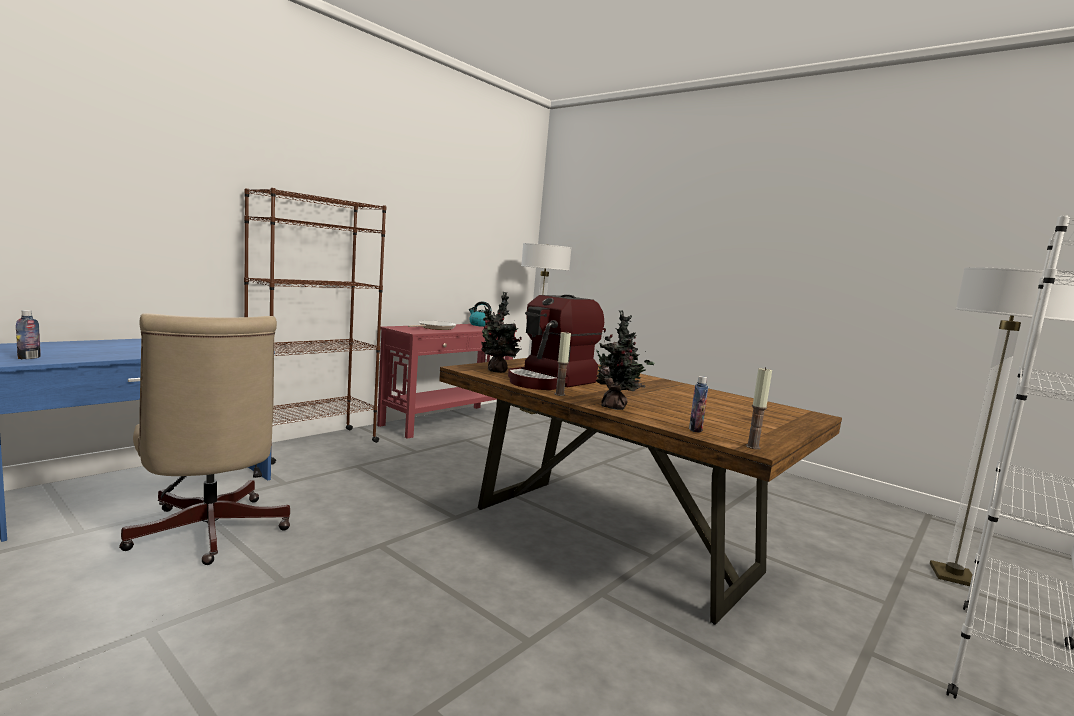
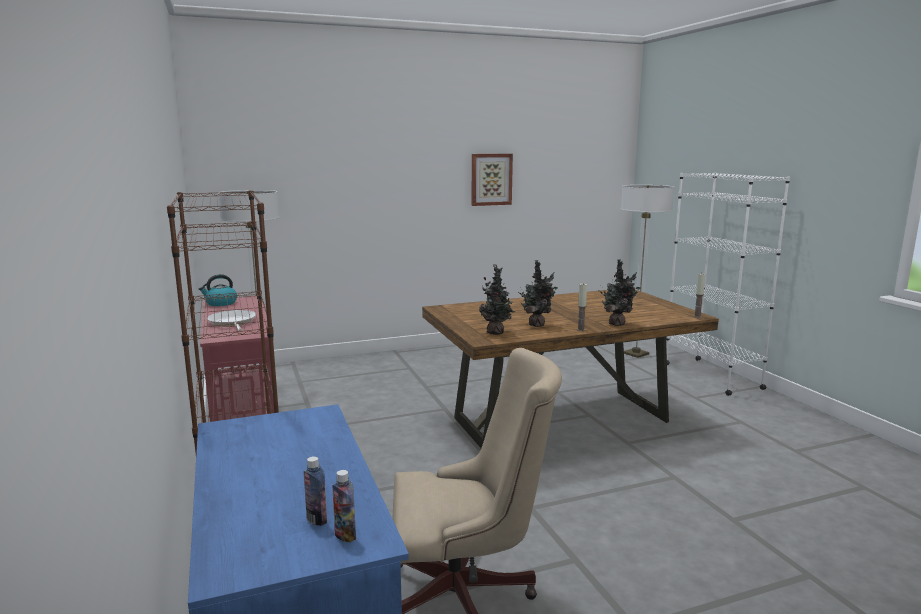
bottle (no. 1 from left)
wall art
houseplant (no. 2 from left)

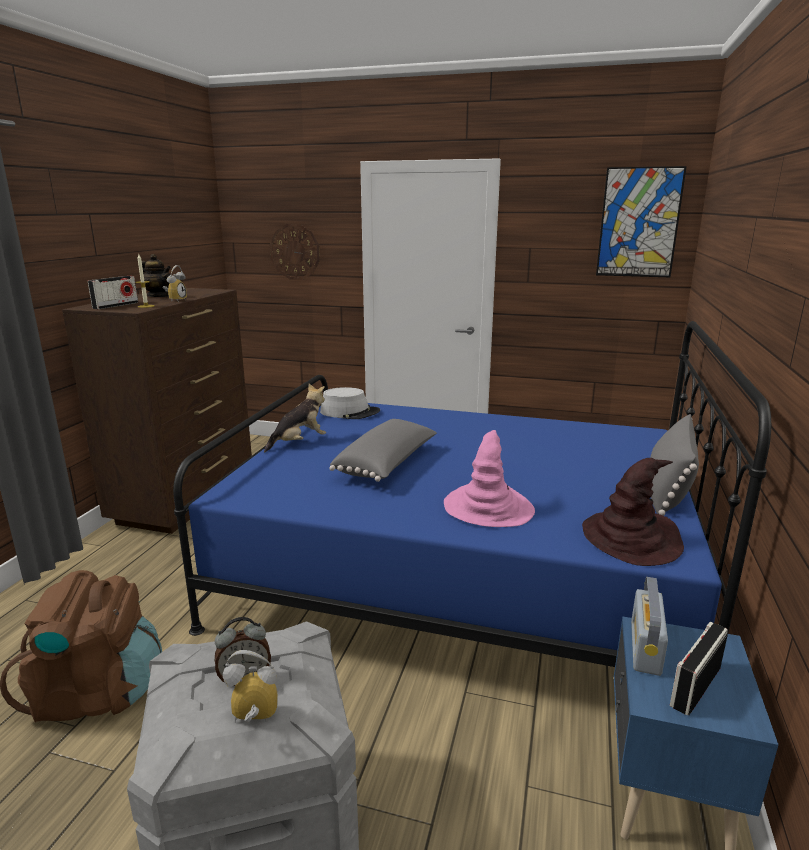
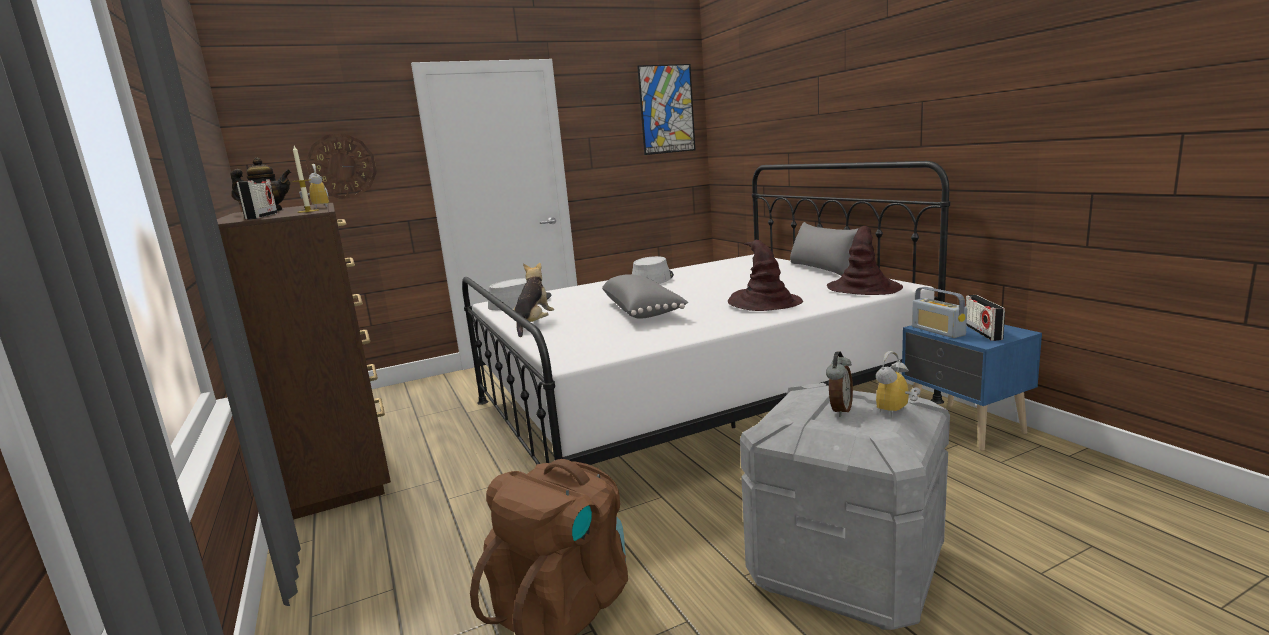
bedroom bed in white-coloured
clothing hat in greyish (no. 2 from left)
clothing hat in brown (no. 1 from left)

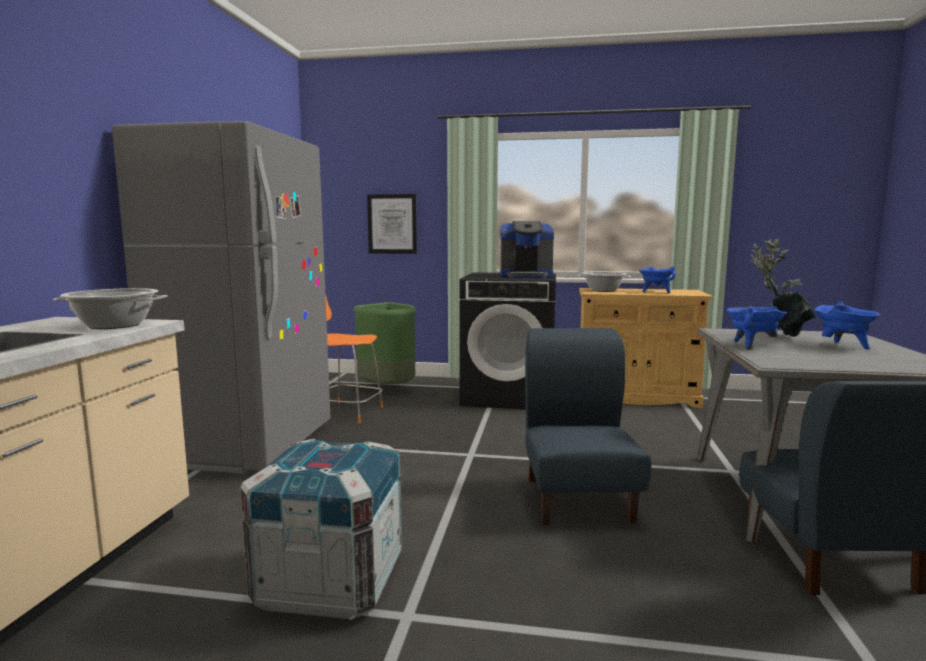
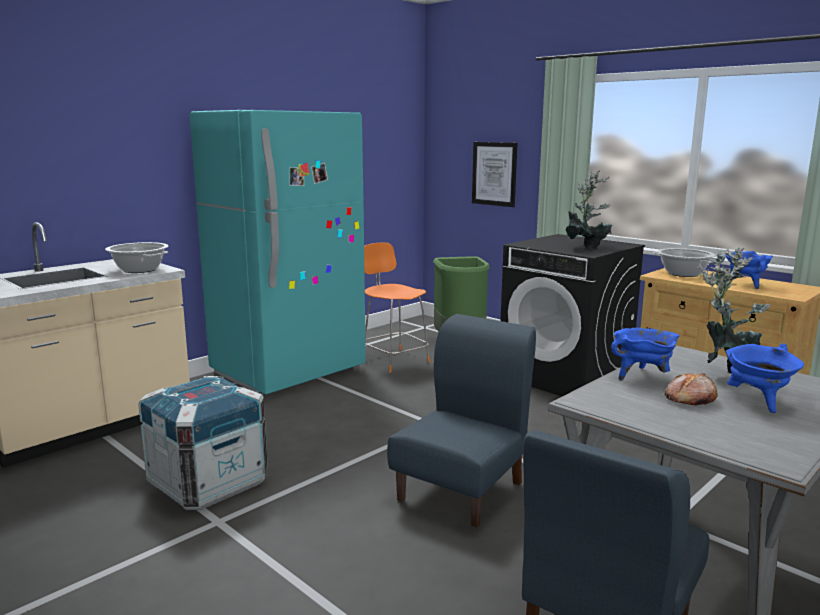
fridge in blue-green
houseplant (no. 1 from left)
bread

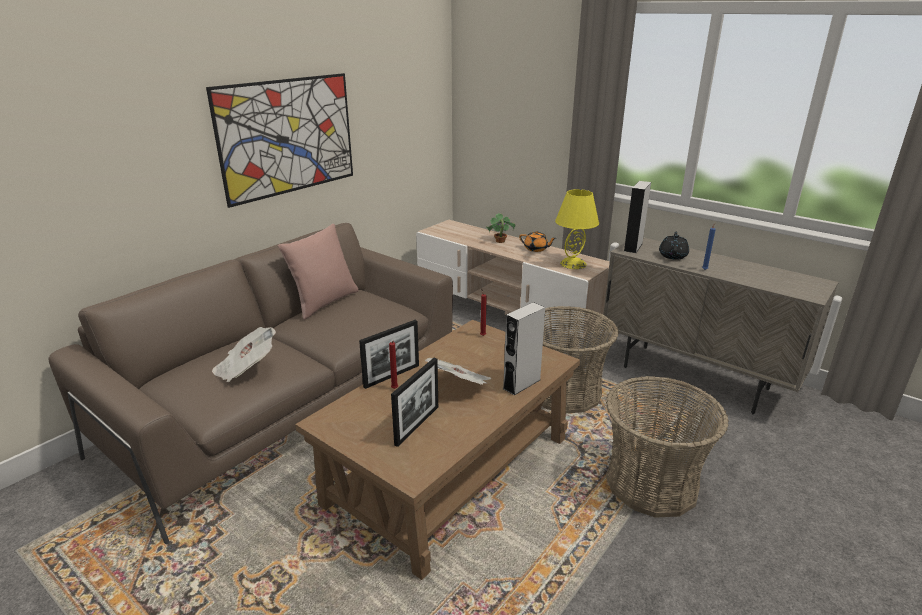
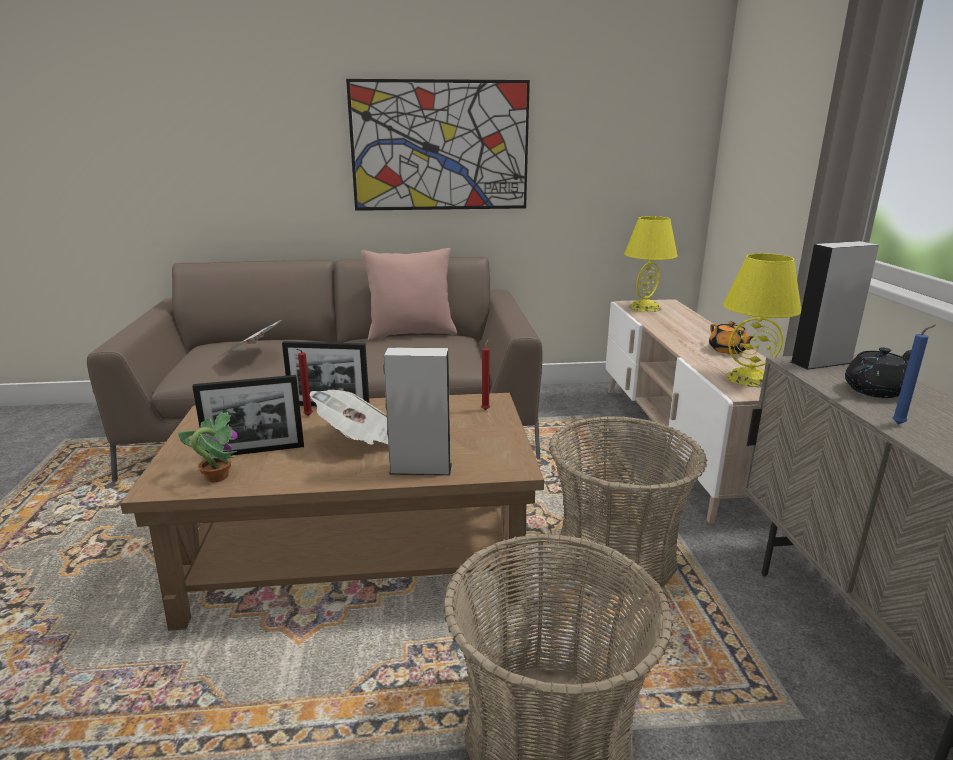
houseplant
table lamp in yellow (no. 1 from left)

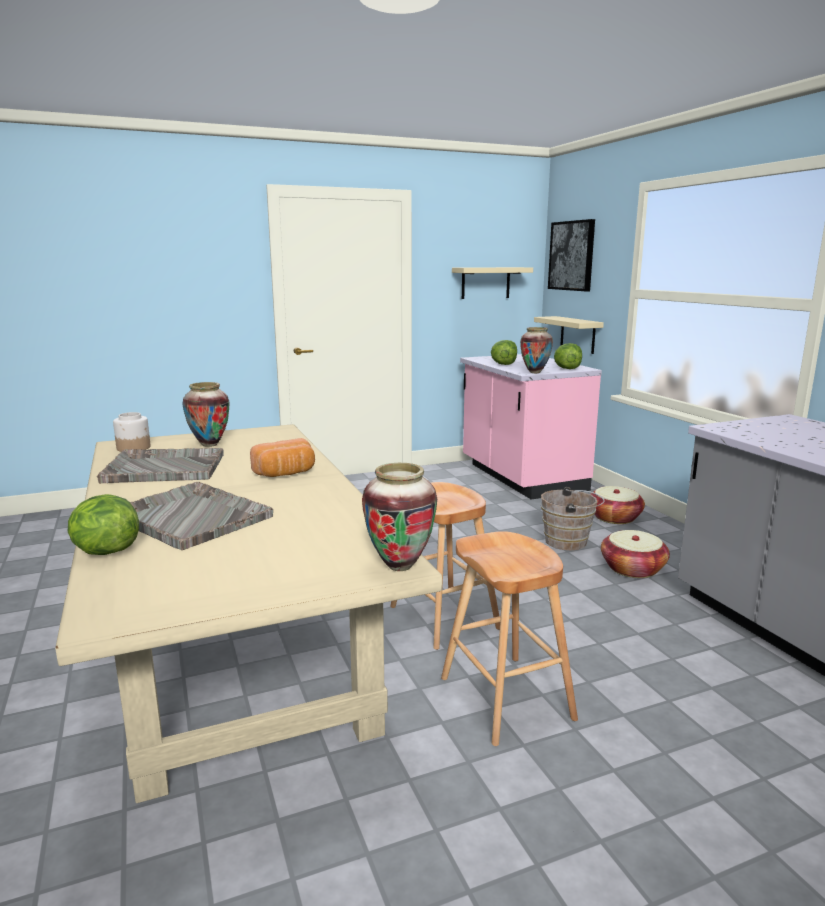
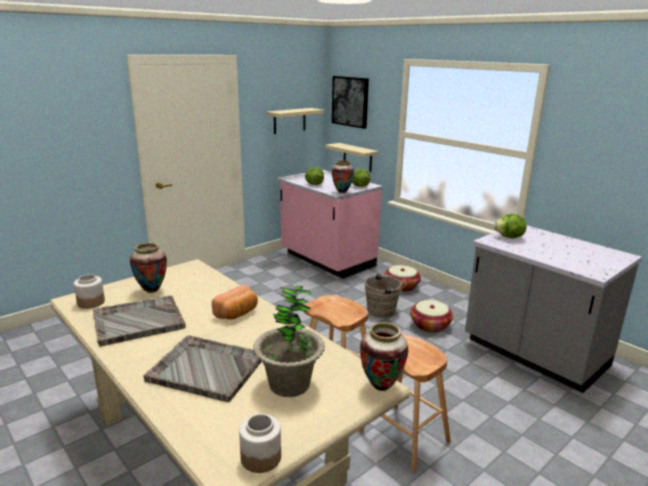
jar (no. 2 from left)
houseplant
head of lettuce (no. 3 from left)

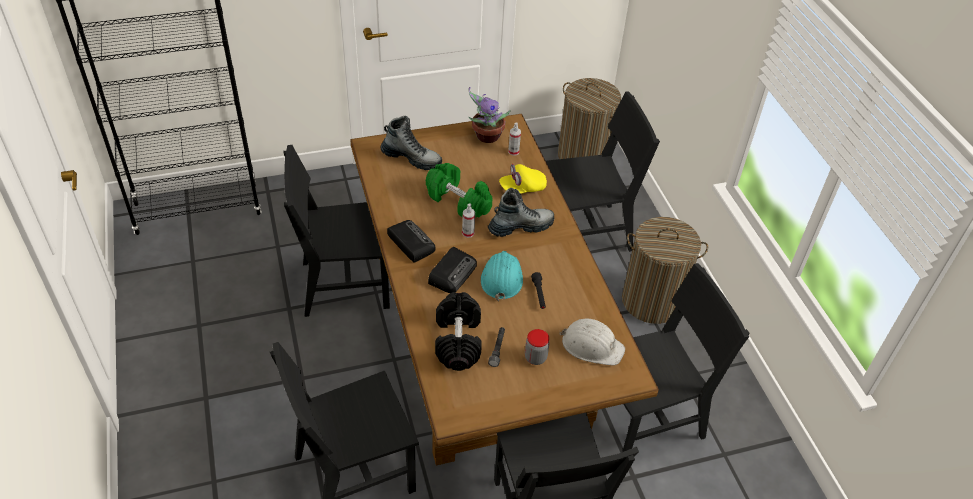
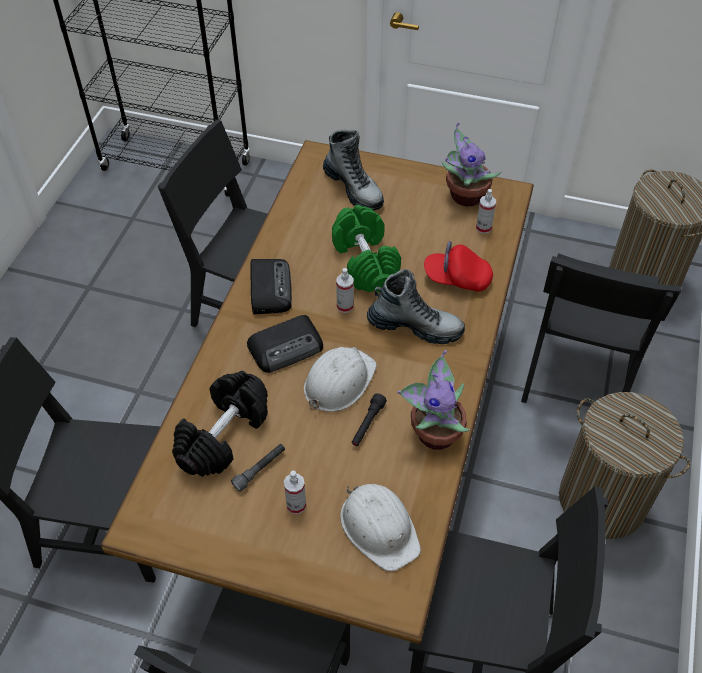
spray bottle (no. 1 from left)
hard hat in white-coloured (no. 1 from left)
houseplant (no. 1 from left)
baseball cap in reddish
chair in black (no. 5 from left)

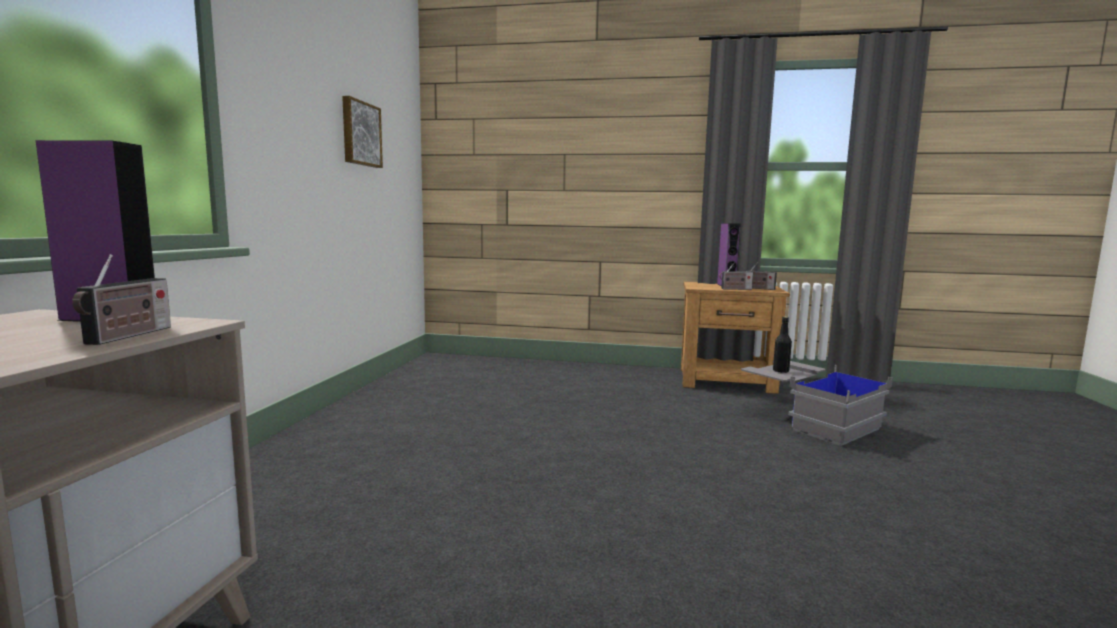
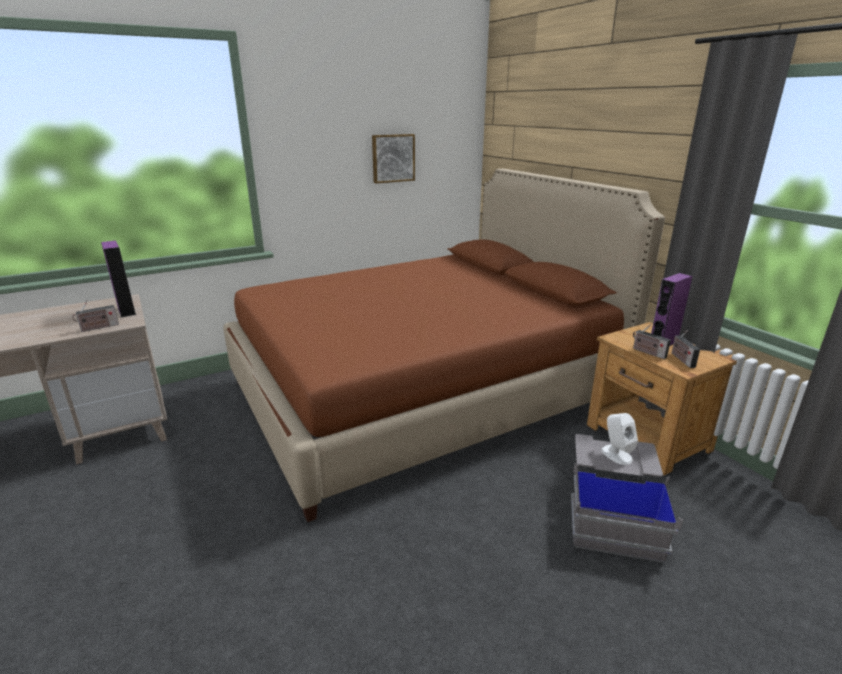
bedroom bed in brown
audio speaker in white-coloured

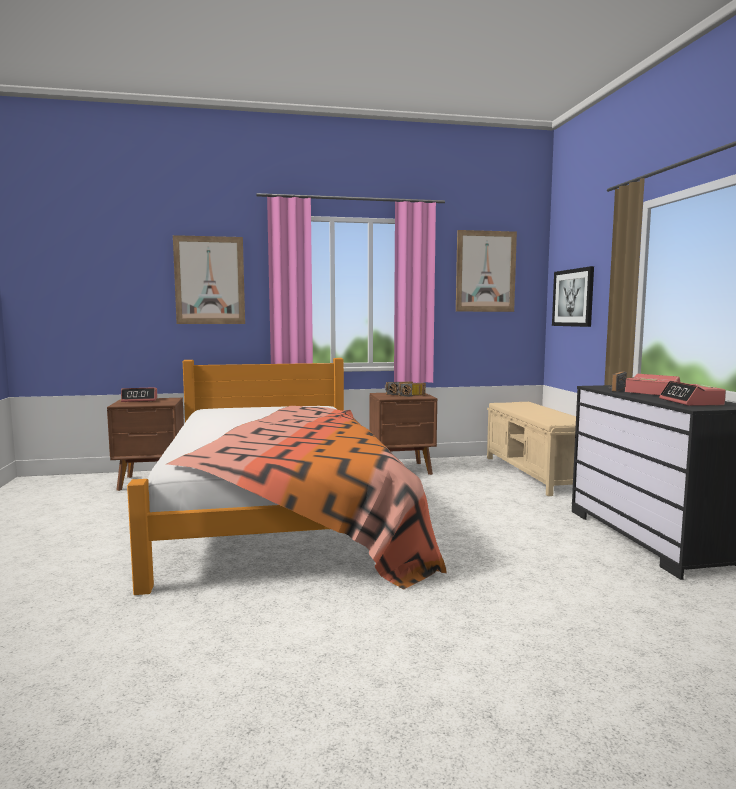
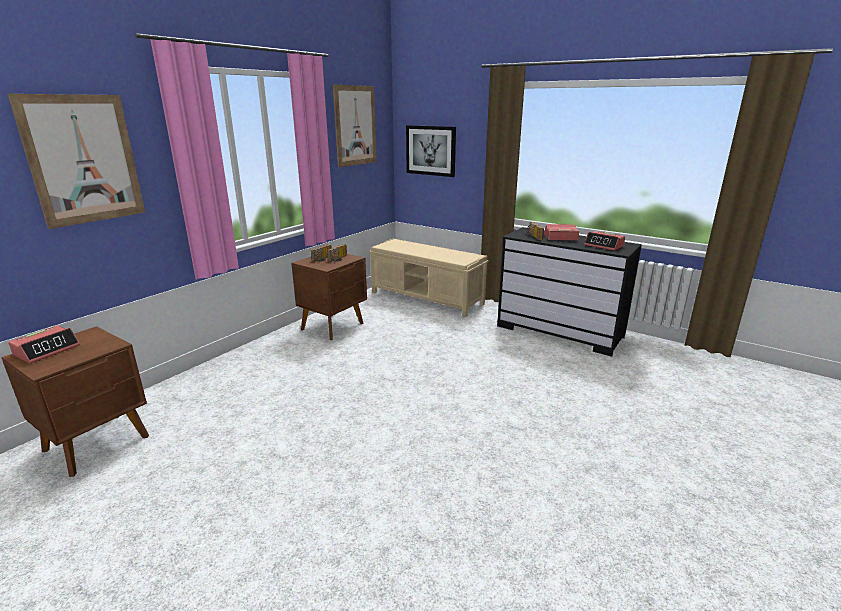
bedroom bed

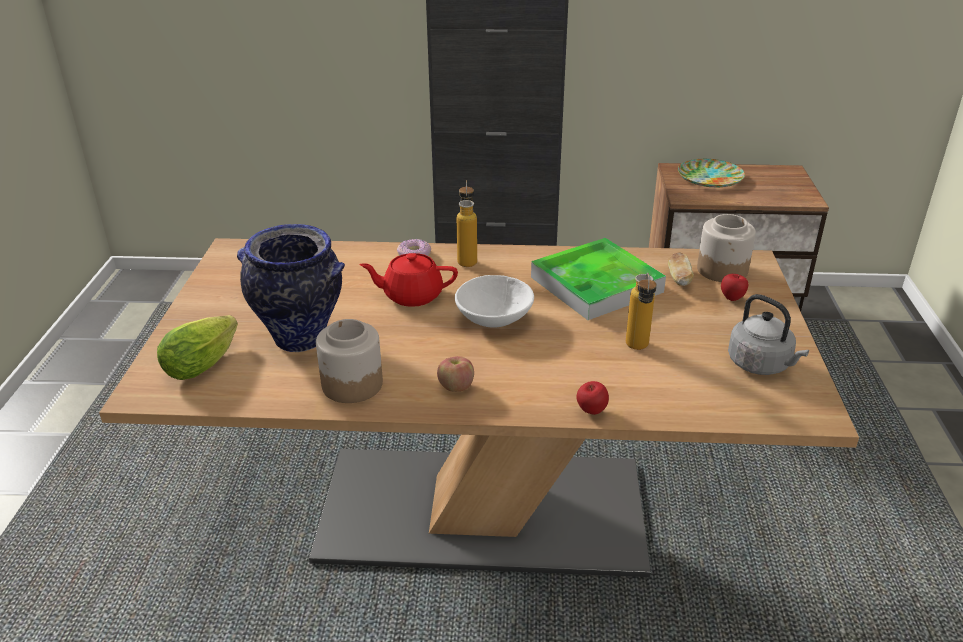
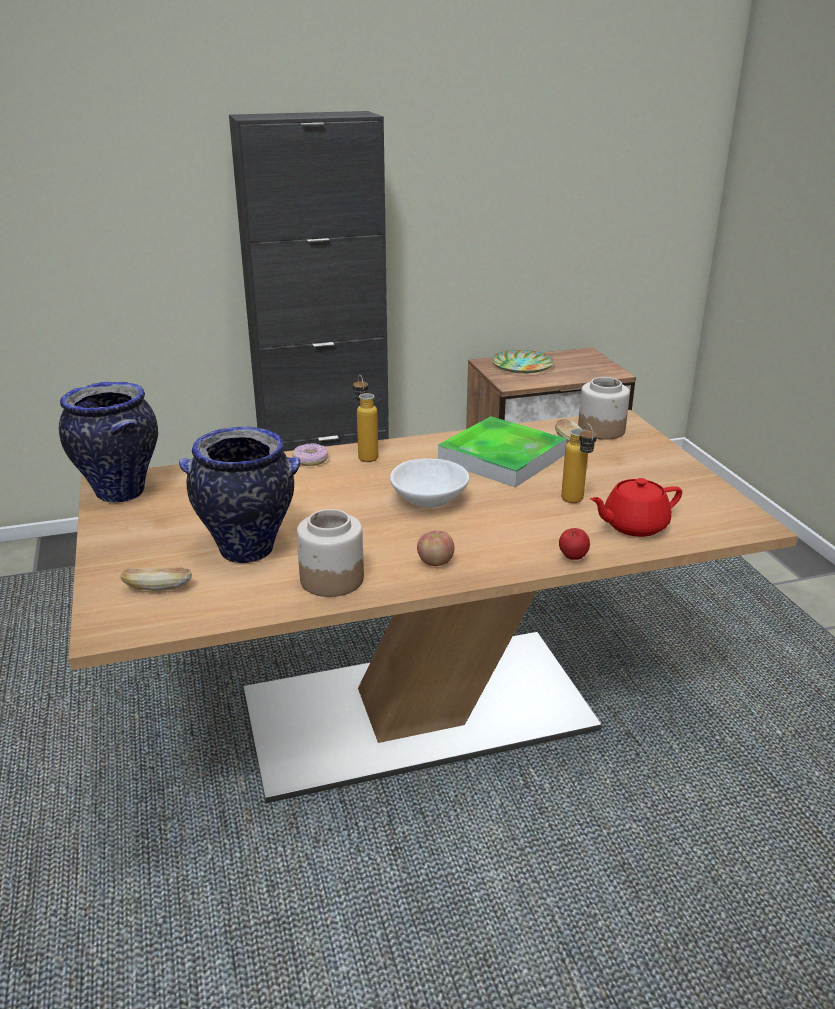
flower vase (no. 1 from left)
bread (no. 1 from left)
teapot in reddish
apple fruit (no. 3 from left in the first image)
kettle in greyish

